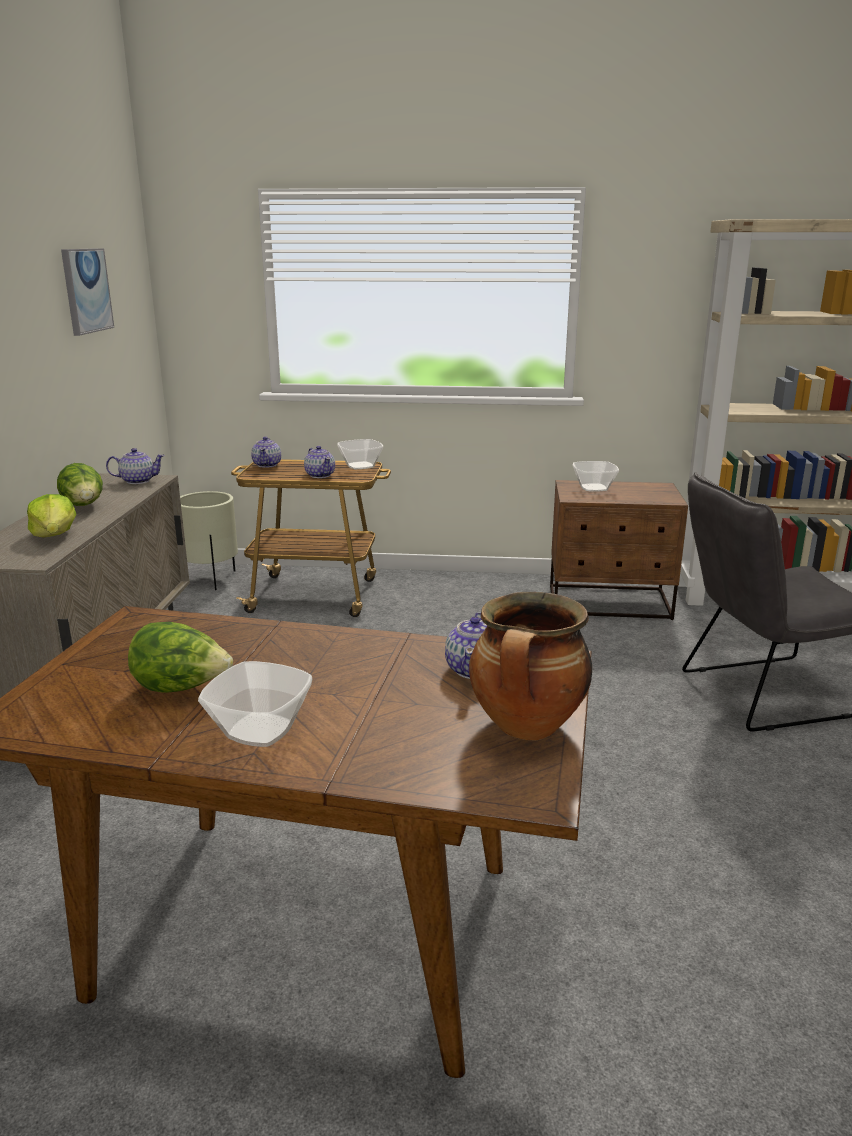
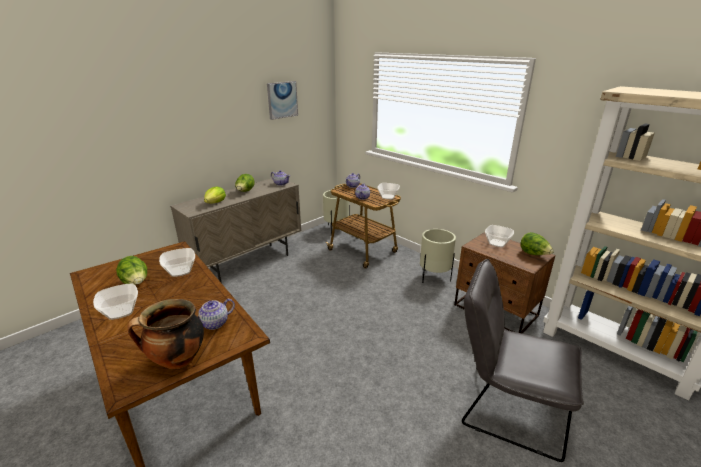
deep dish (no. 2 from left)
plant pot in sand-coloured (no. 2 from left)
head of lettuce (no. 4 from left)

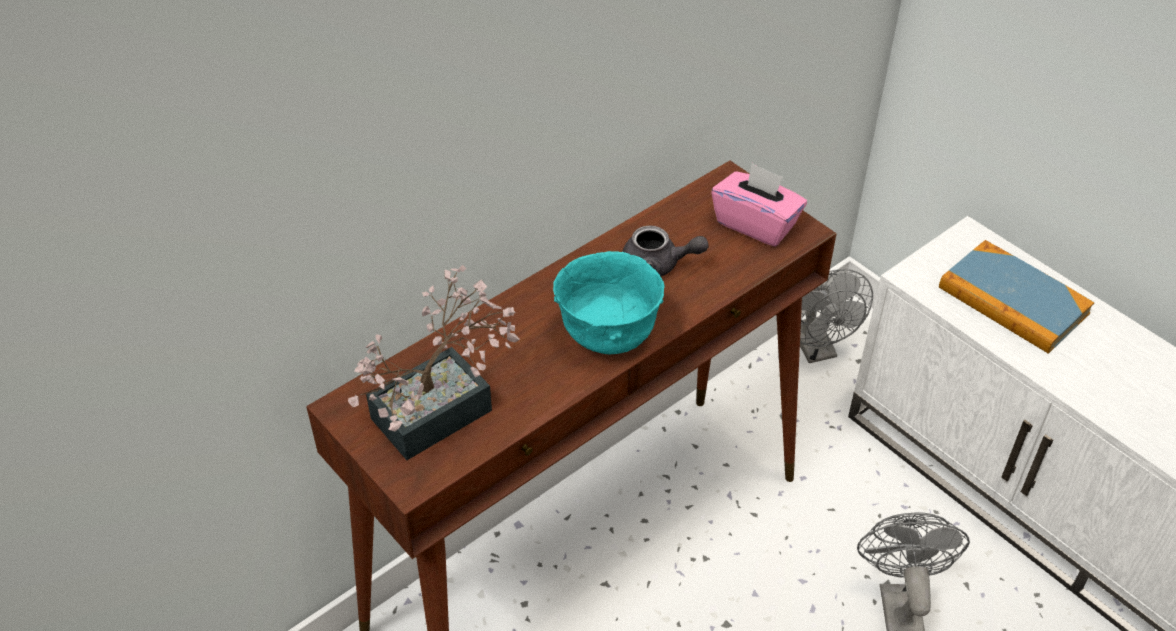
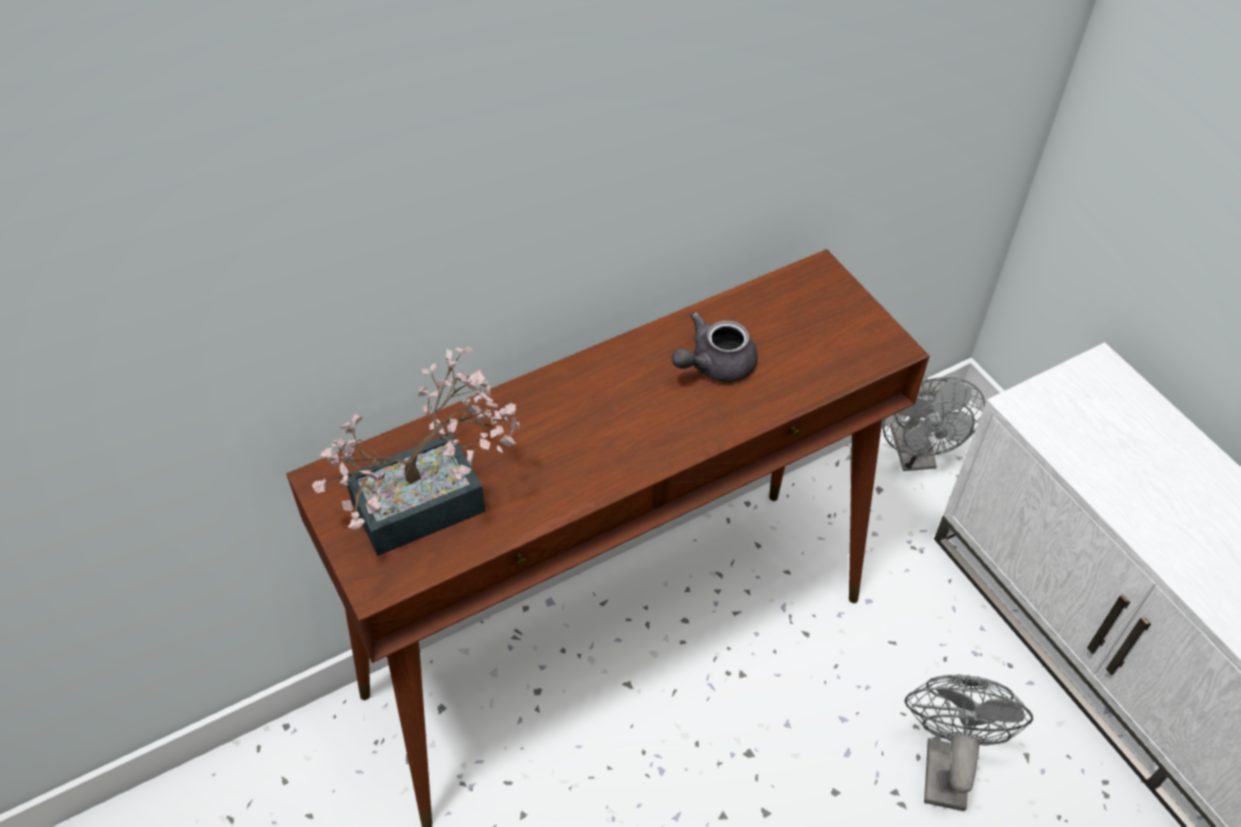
teapot in greyish
deep dish in blue-green
box of tissues in pink
volume

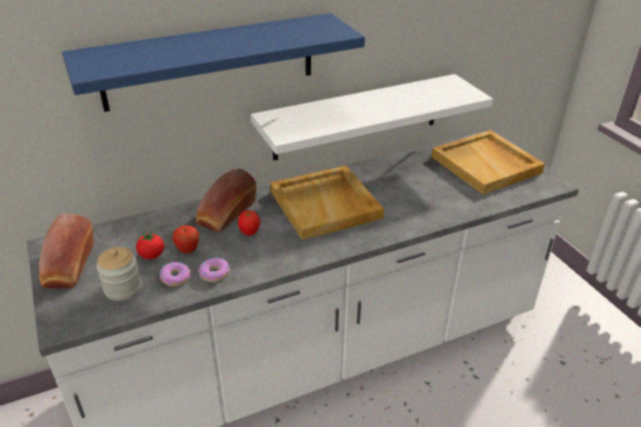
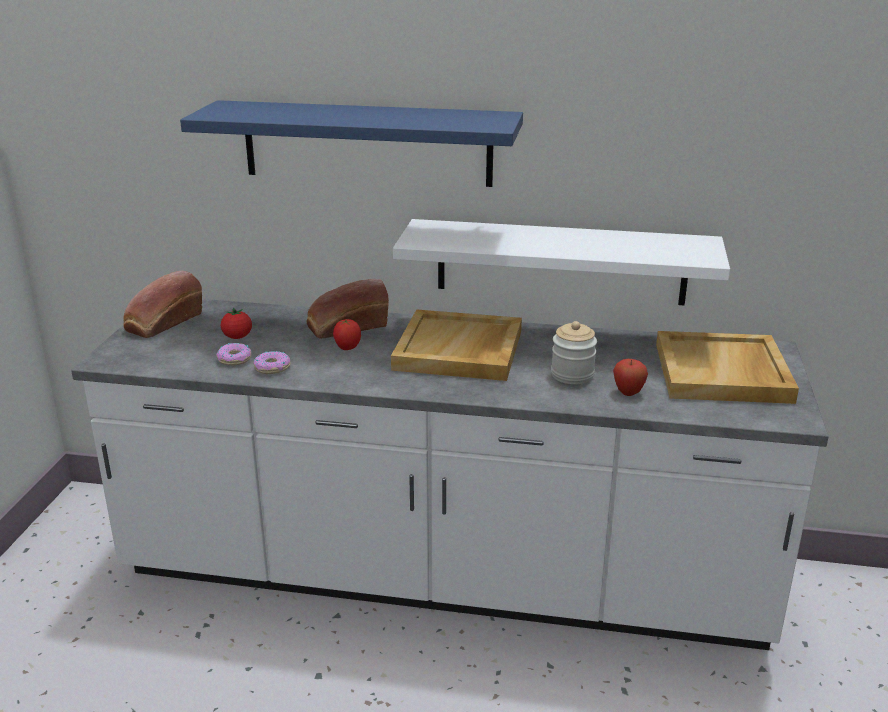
jar
apple fruit

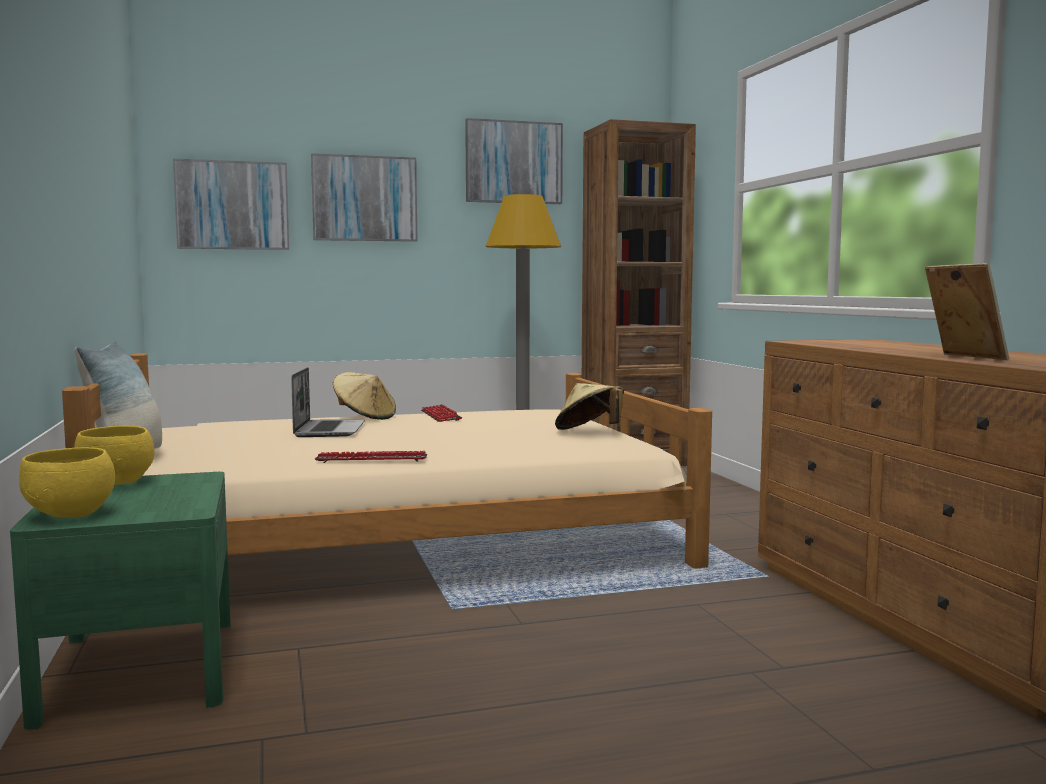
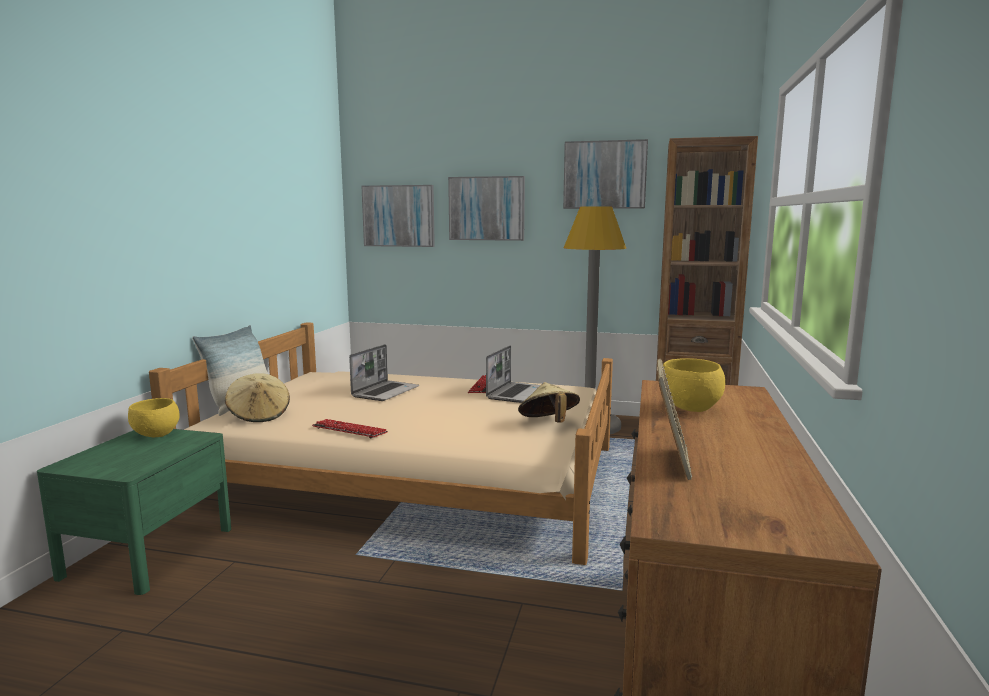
clothing hat in sand-coloured (no. 1 from left)
notebook computer (no. 2 from left)
deep dish in yellow (no. 2 from left)

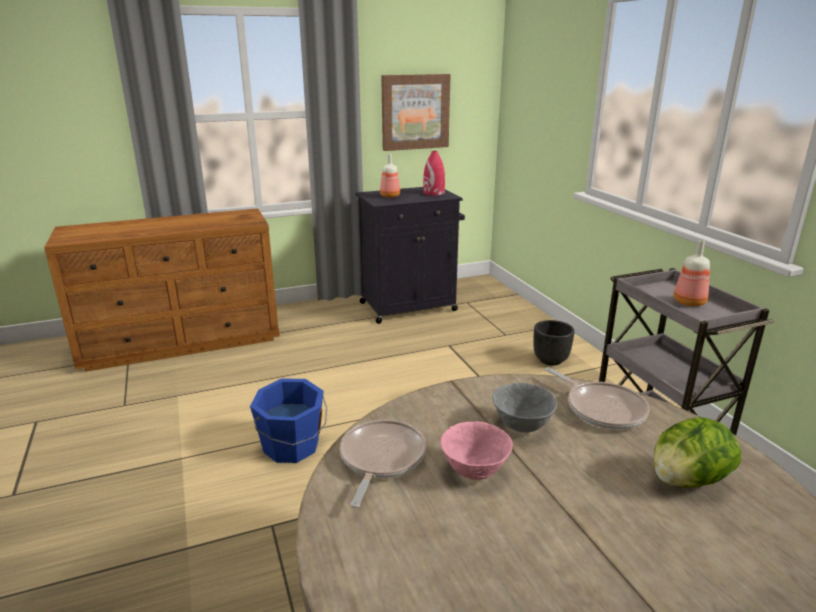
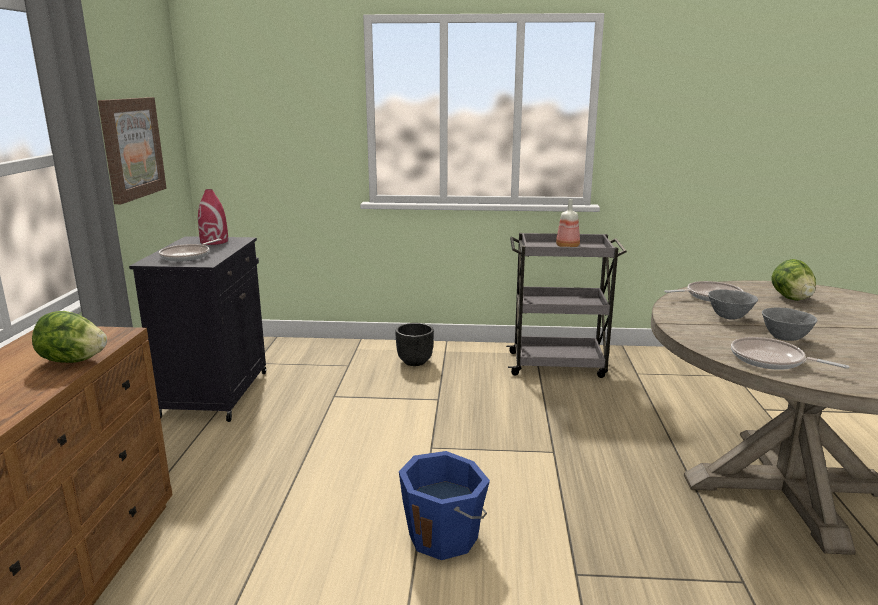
head of lettuce (no. 1 from left)
pan (no. 1 from left)
deep dish in greyish (no. 2 from left)

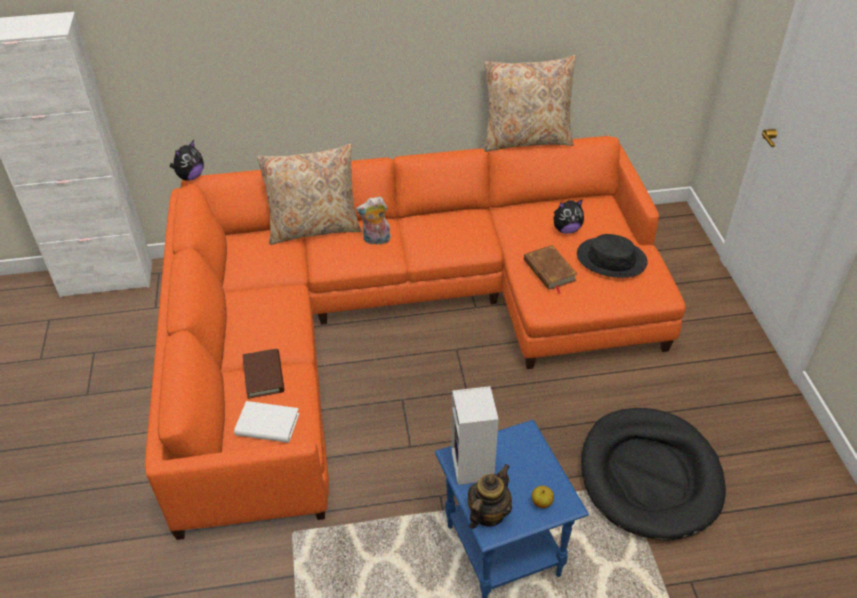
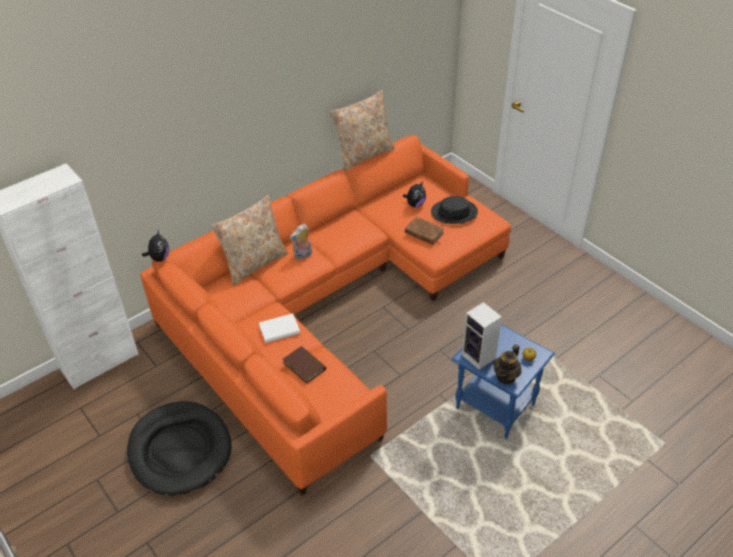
dog cushion in black
volume in white-coloured
teapot

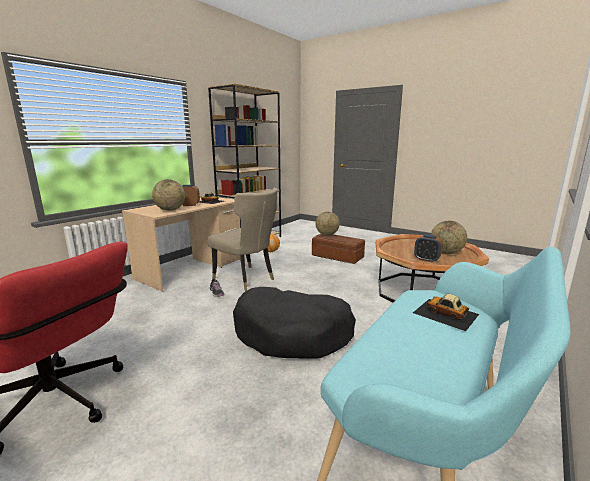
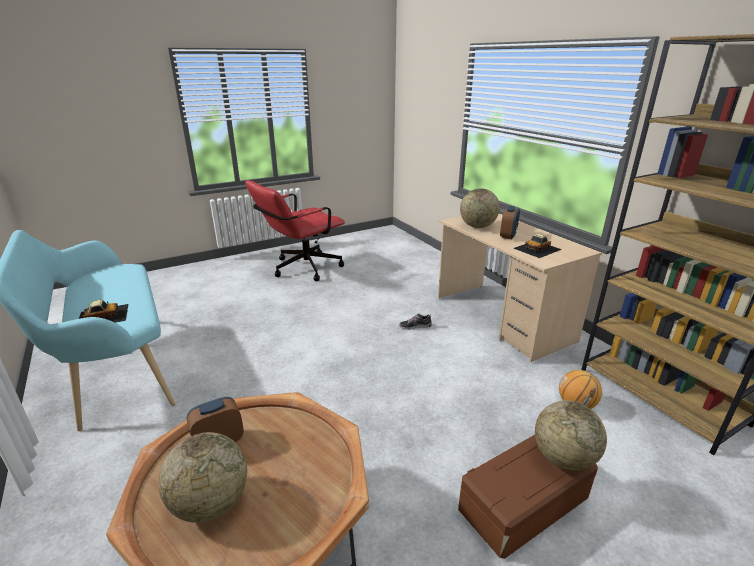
chair in sand-coloured
dog cushion in black

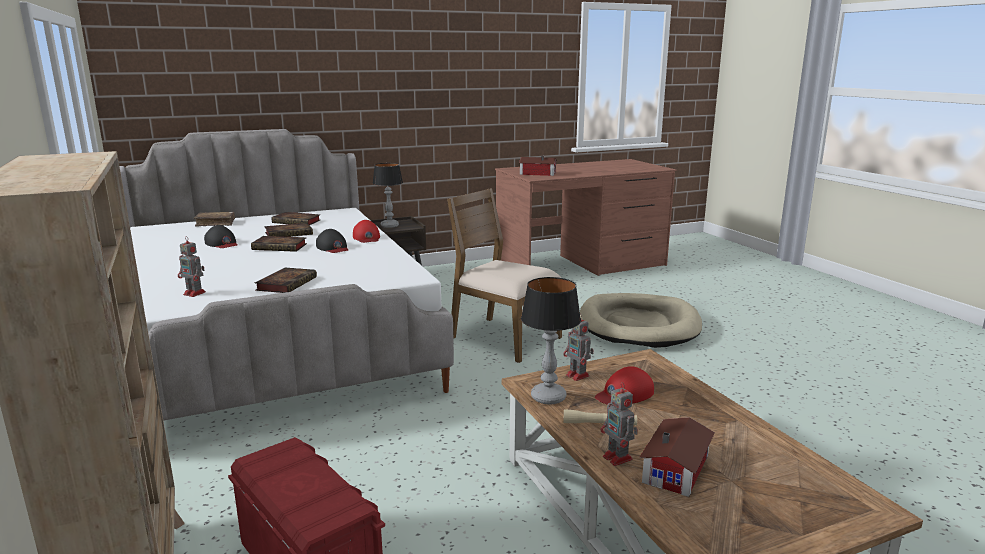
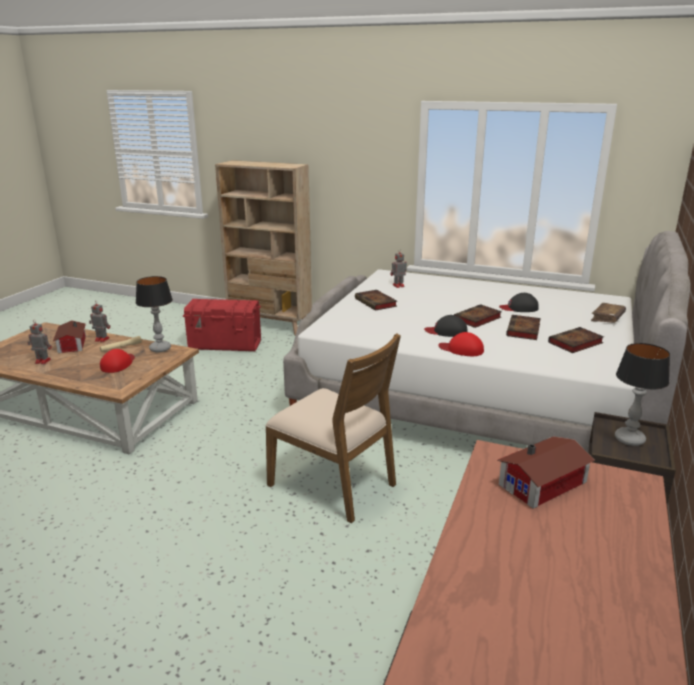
toy robot (no. 1 from left)
chair in brown
dog cushion in sand-coloured

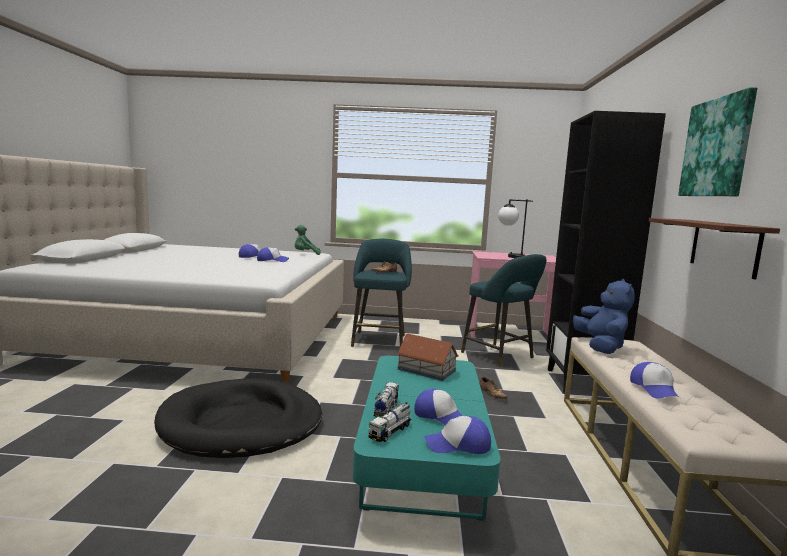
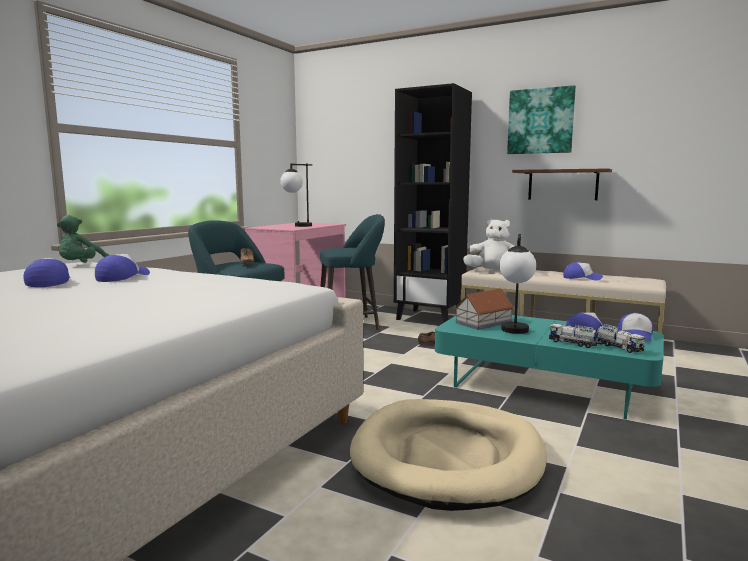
dog cushion in sand-coloured
soft toy in white-coloured
table lamp (no. 2 from left)

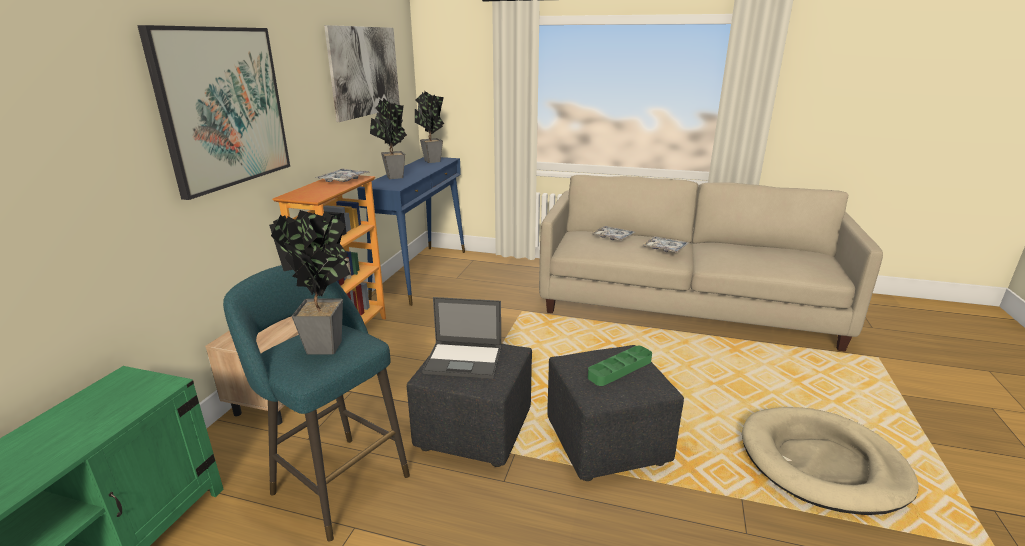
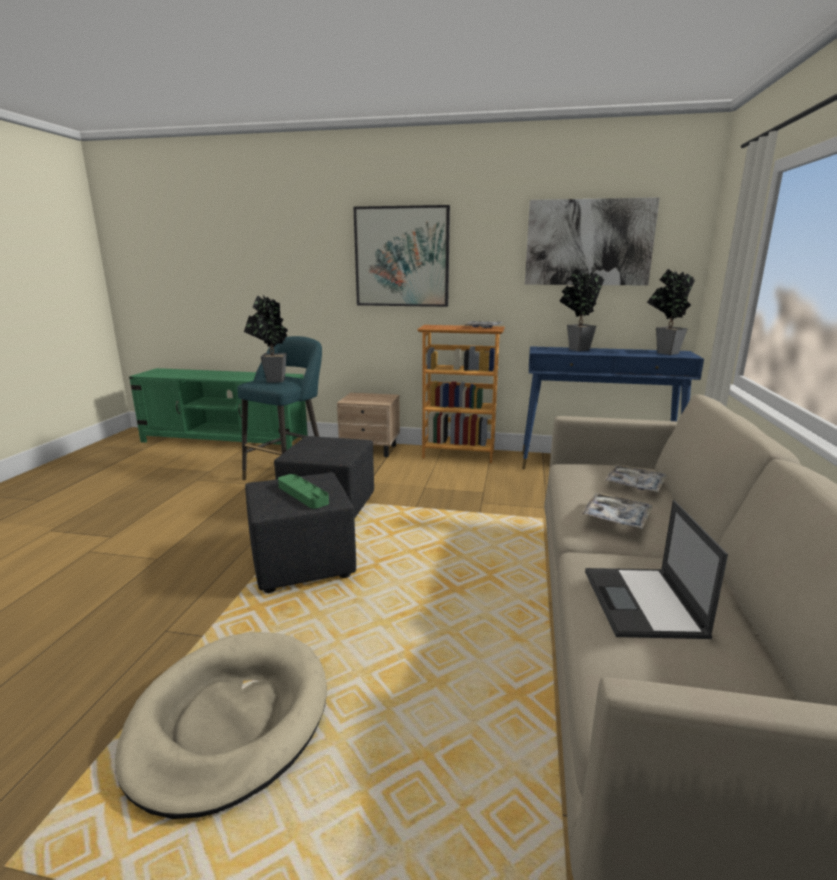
notebook computer

